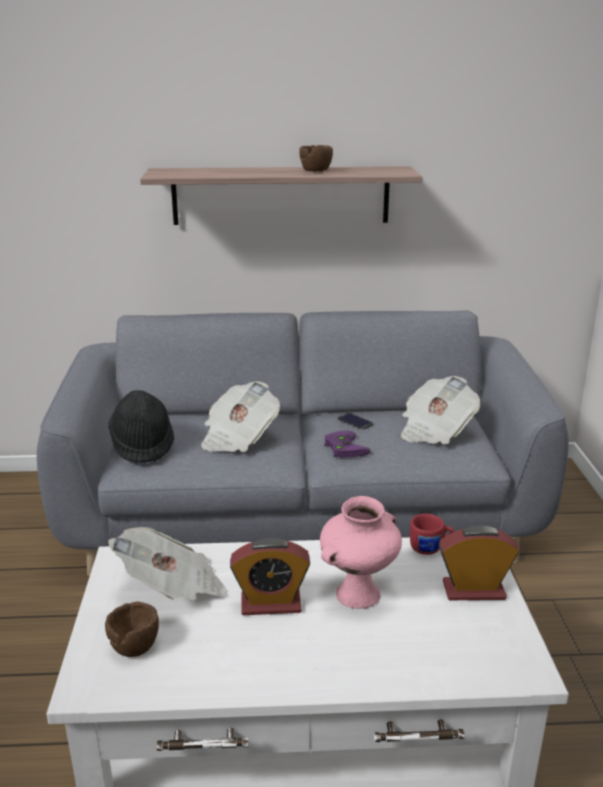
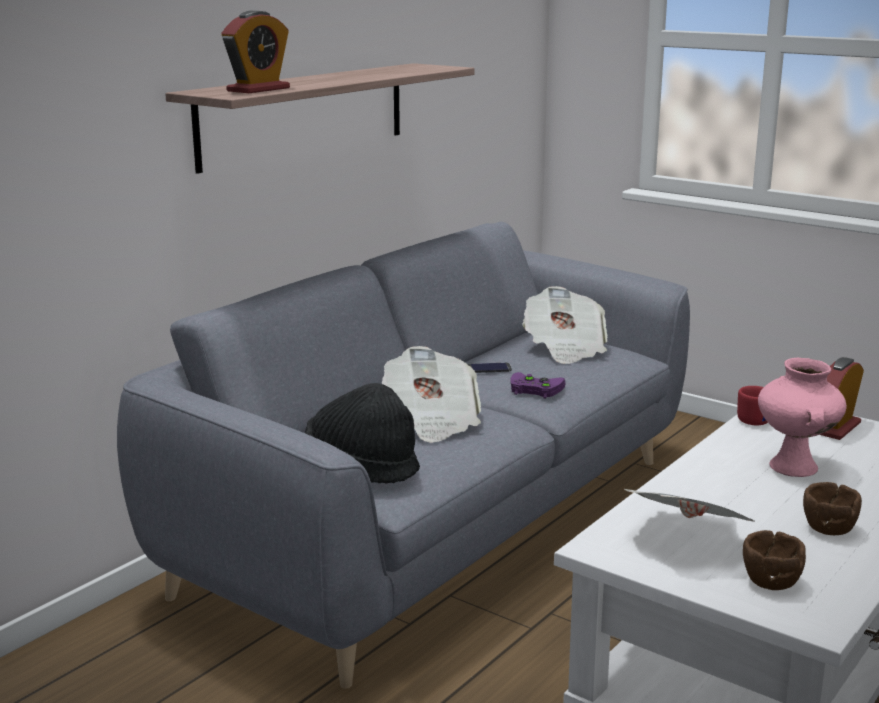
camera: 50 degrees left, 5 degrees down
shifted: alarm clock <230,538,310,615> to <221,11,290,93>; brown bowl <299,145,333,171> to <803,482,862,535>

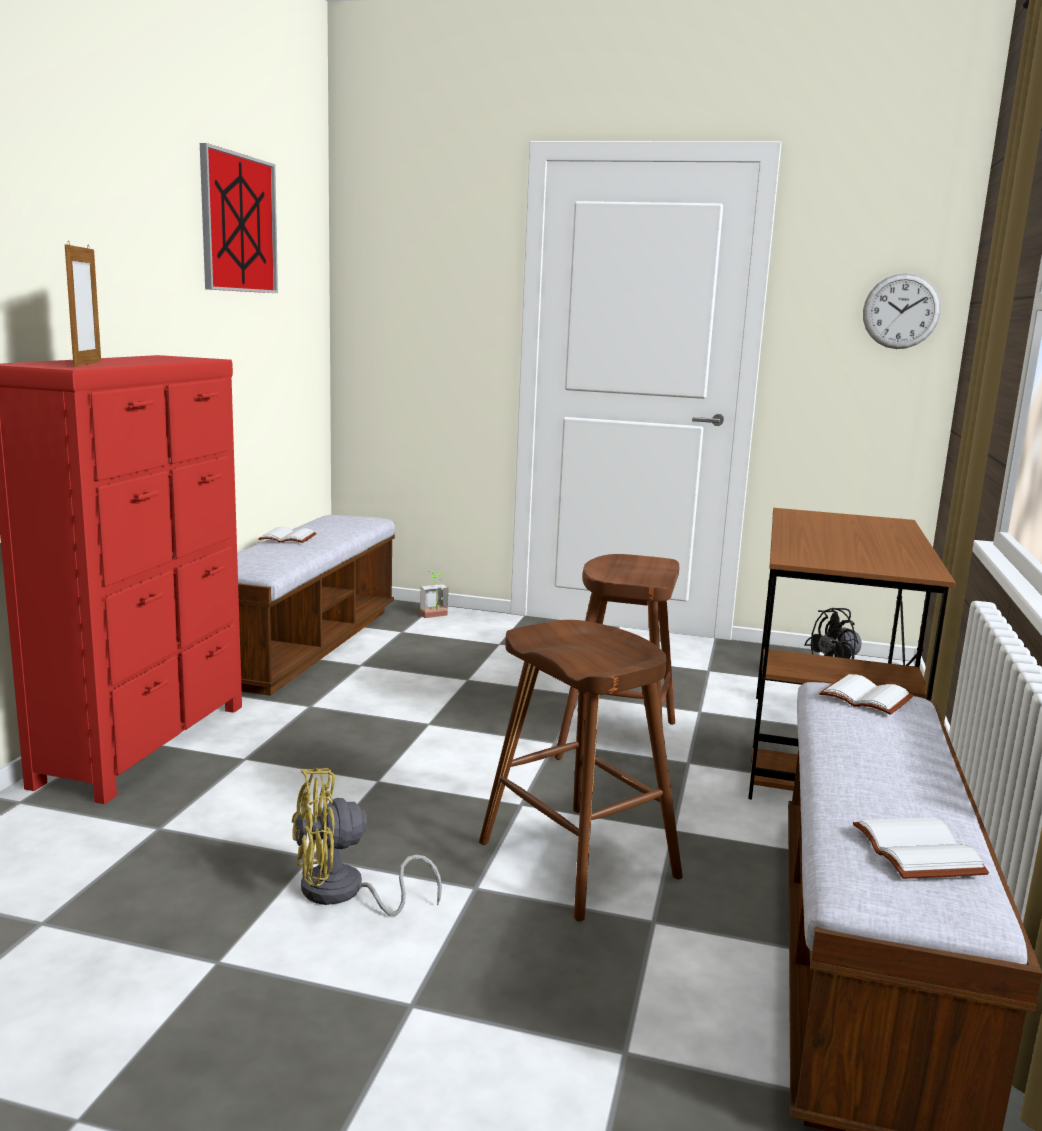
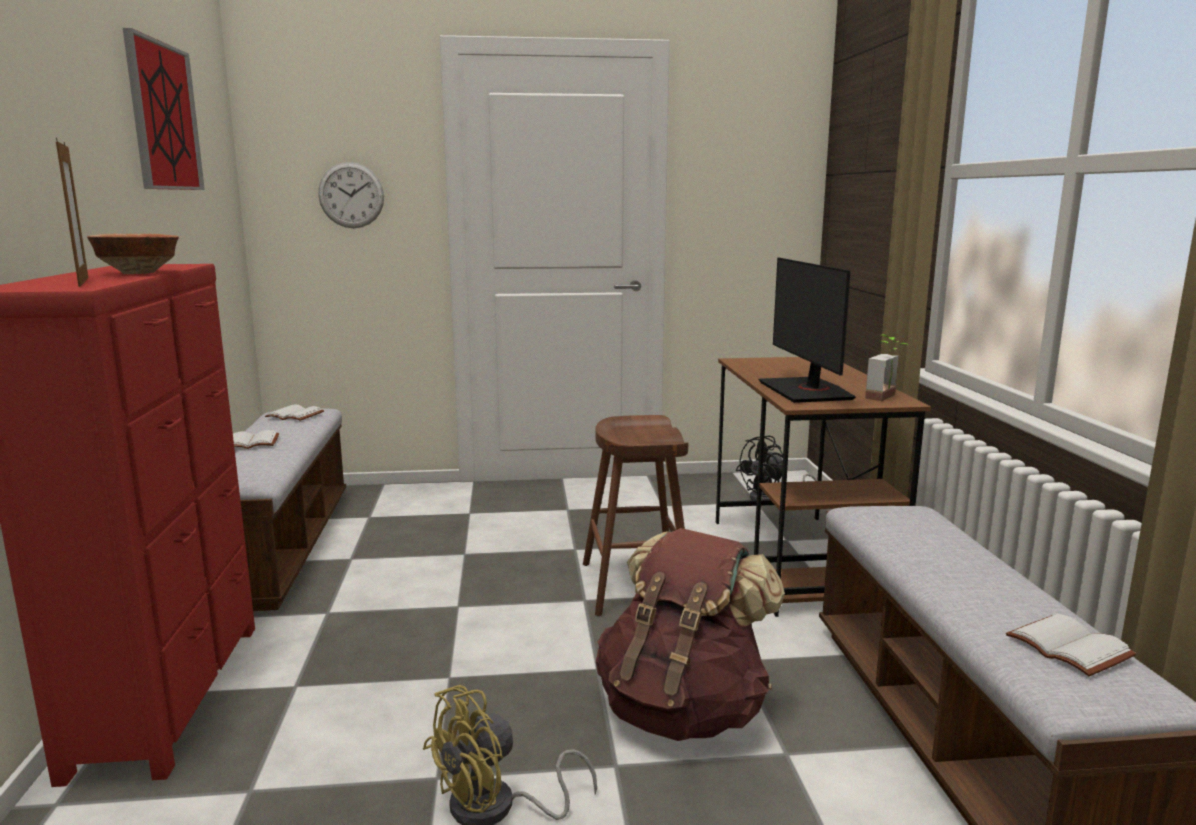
camera: 20 degrees left, 0 degrees up
new: bowl <87,234,179,274>; monitor <758,258,856,403>
shifted: potted plant <420,571,448,618> to <865,335,907,401>; white book <819,674,913,715> to <265,404,324,421>; wall clock <863,273,941,349> to <318,162,384,228>
swapped: brown stool <479,620,683,921> to brown backpack <596,528,785,741>

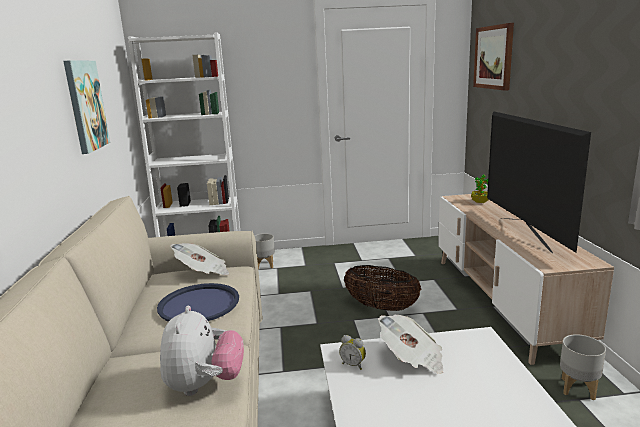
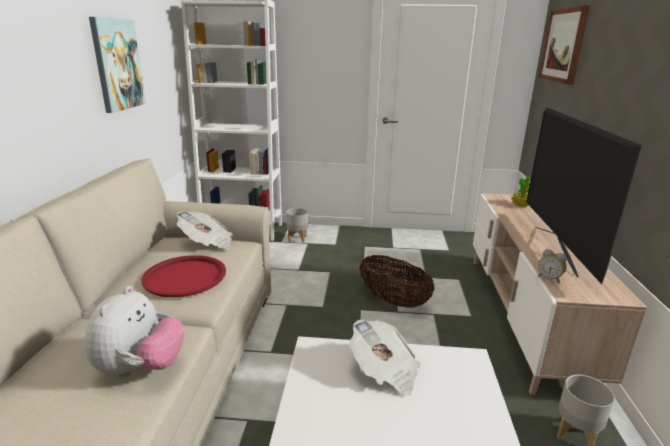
camera: 10 degrees right, 5 degrees up
shifted: alarm clock <339,335,366,370> to <538,249,567,284>
repainted: blue tray <157,283,239,322> to red tray <141,255,226,297>

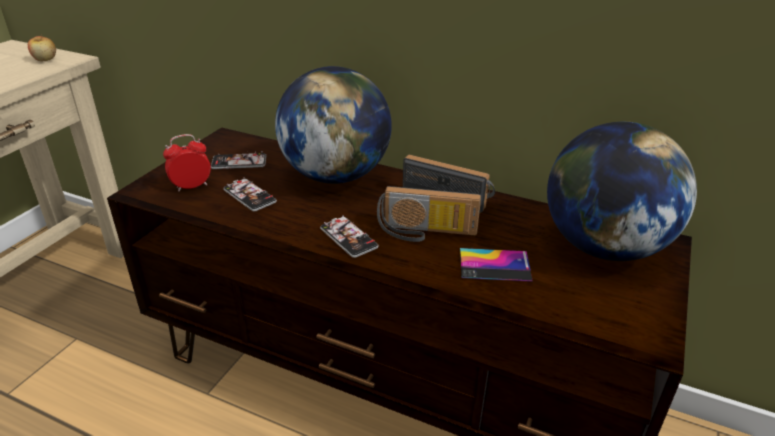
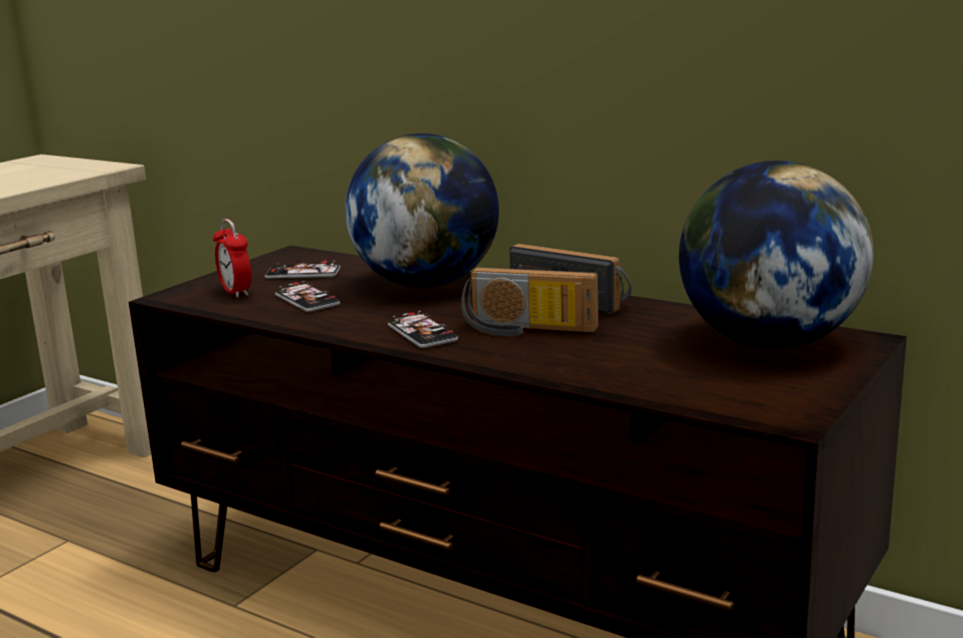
camera: 10 degrees right, 15 degrees down
gone: apple <28,34,56,61>; phone <460,248,533,282>
rotated: alarm clock <163,134,211,191> = <213,219,252,298> 105 degrees counterclockwise

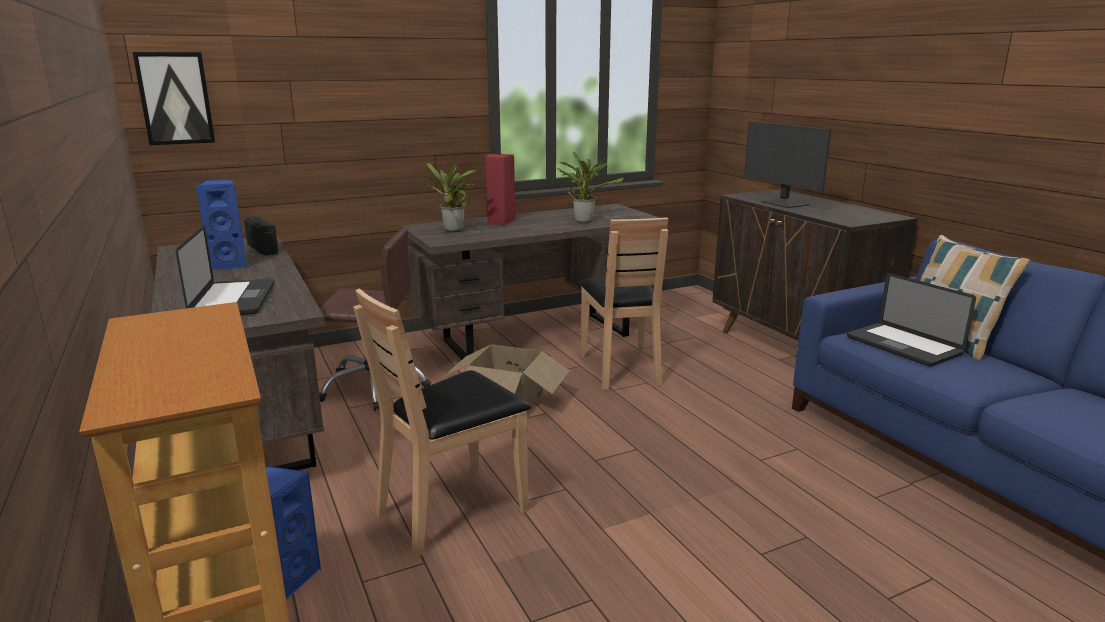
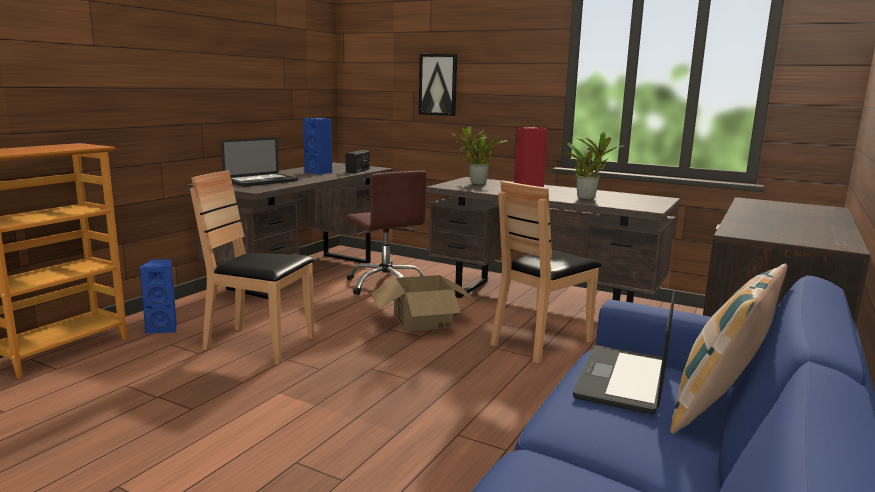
camera: 55 degrees right, 5 degrees down
gone: monitor <744,121,832,208>
shifted: picture <132,52,215,145> to <419,54,457,116>

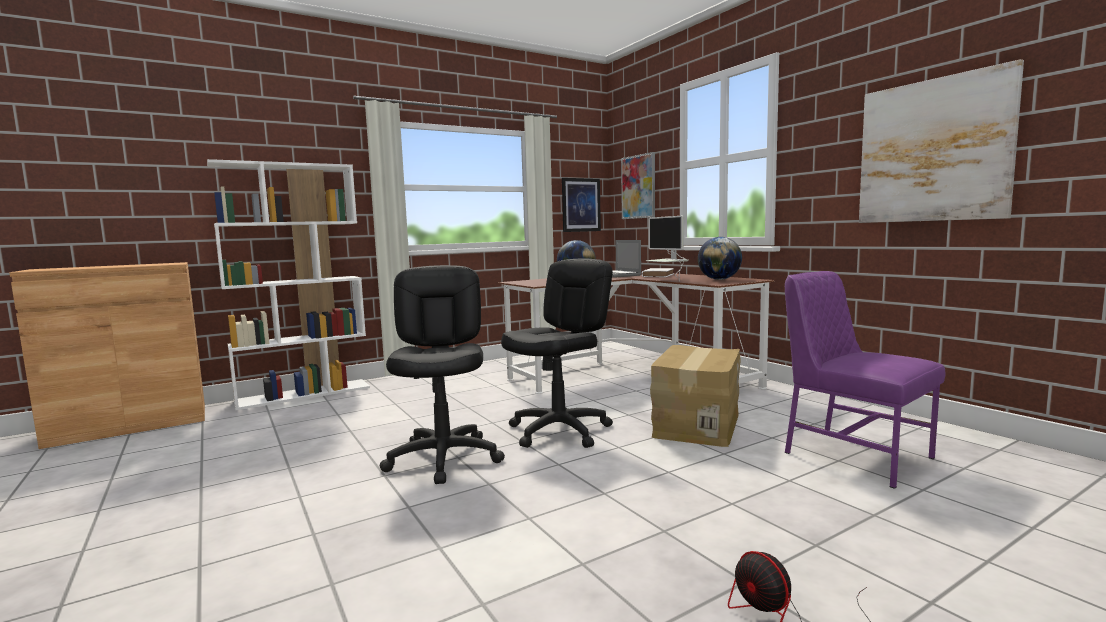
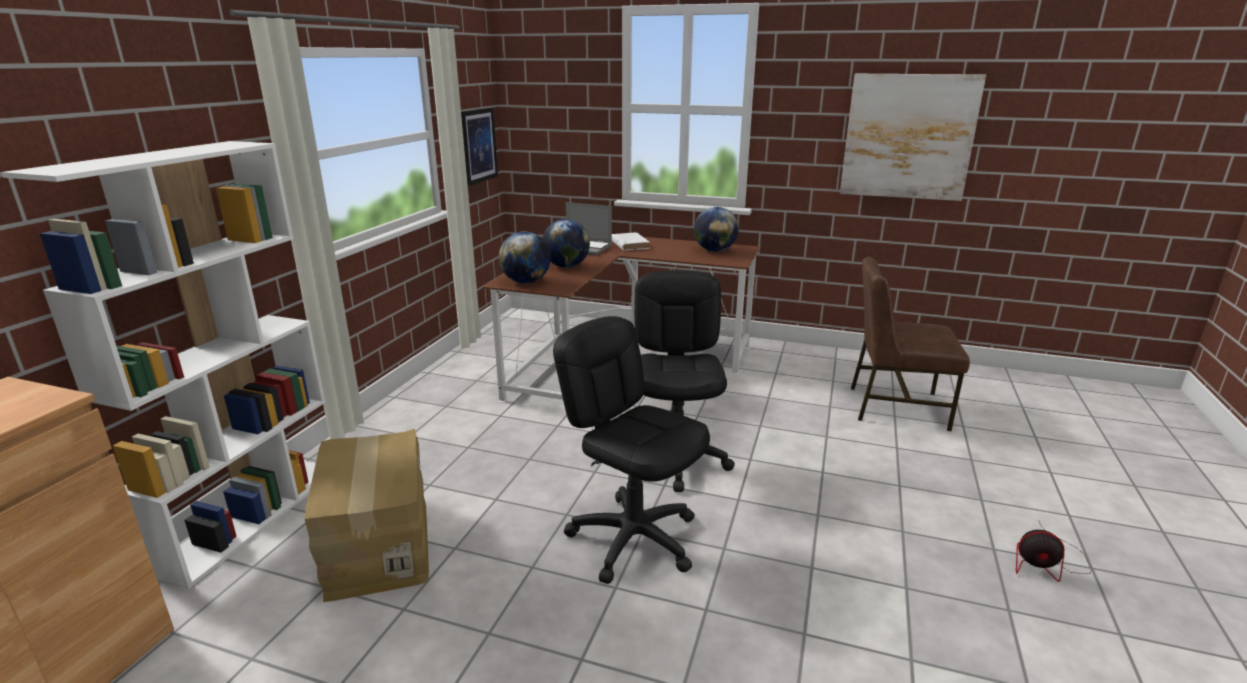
camera: 40 degrees left, 15 degrees up
gone: picture <621,152,655,219>; monitor <645,216,689,281>
new: globe <499,231,551,284>
shifted: cardboard box <650,345,740,447> to <305,429,429,602>
repainted: purple chair <785,271,945,489> to brown chair <851,257,970,431>

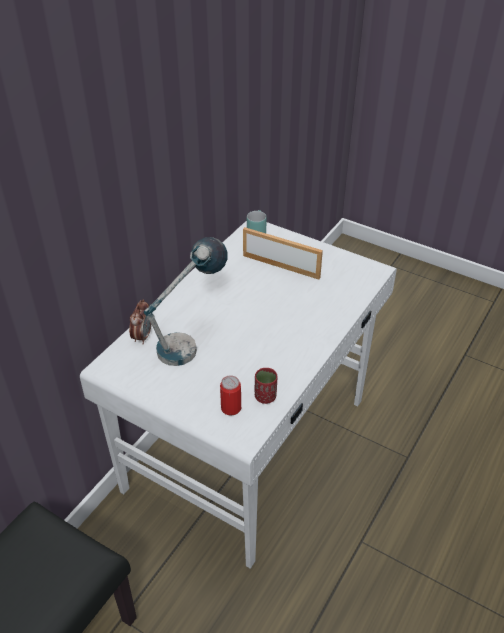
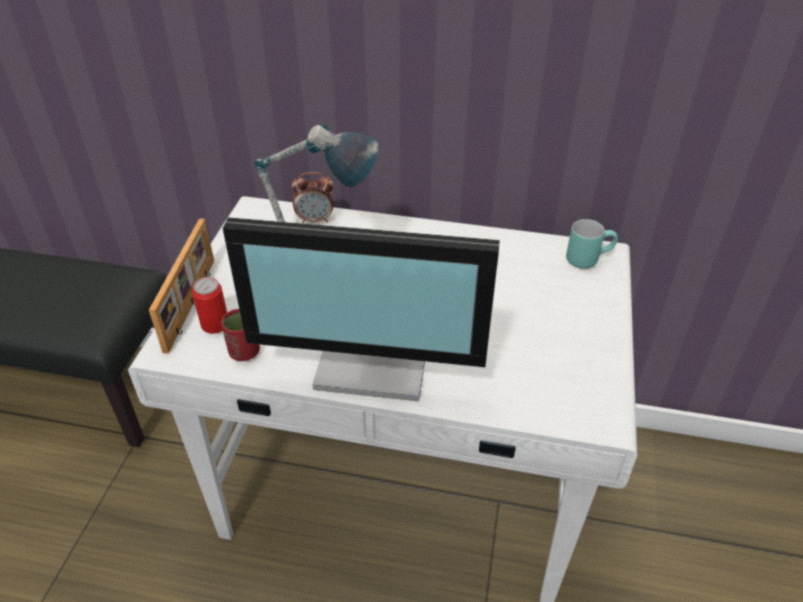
camera: 70 degrees right, 0 degrees up
new: monitor <223,217,500,401>
shifted: picture frame <243,227,323,280> to <149,218,214,354>

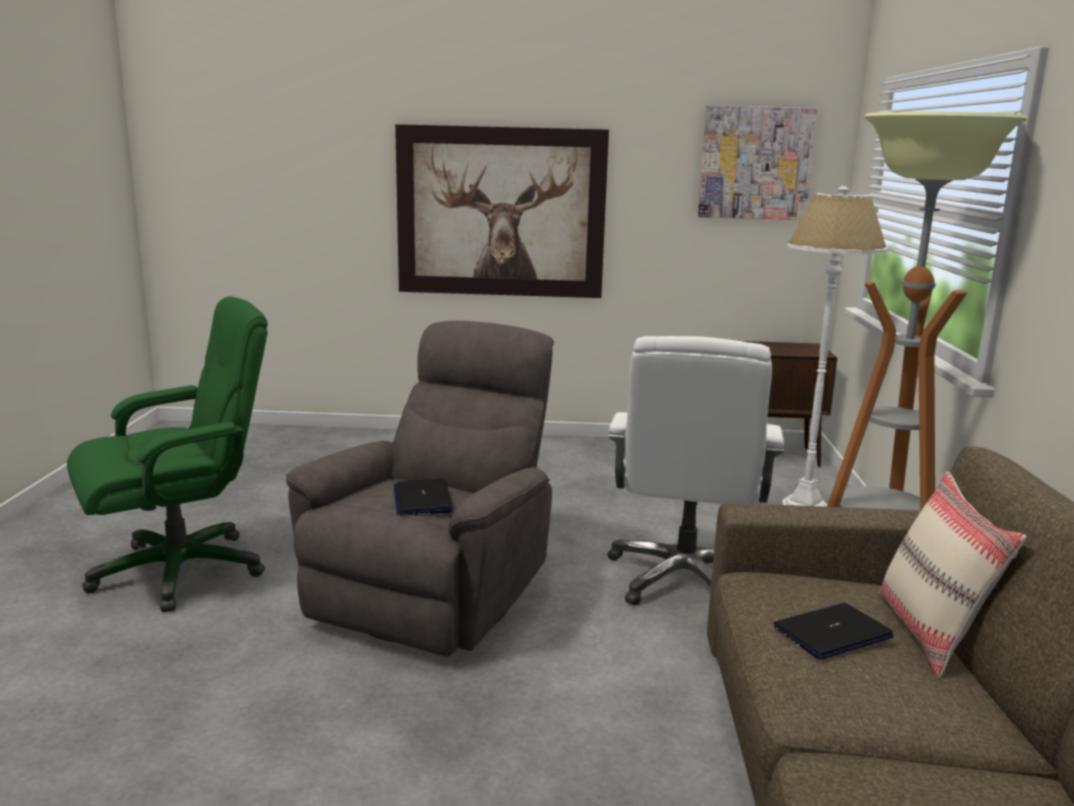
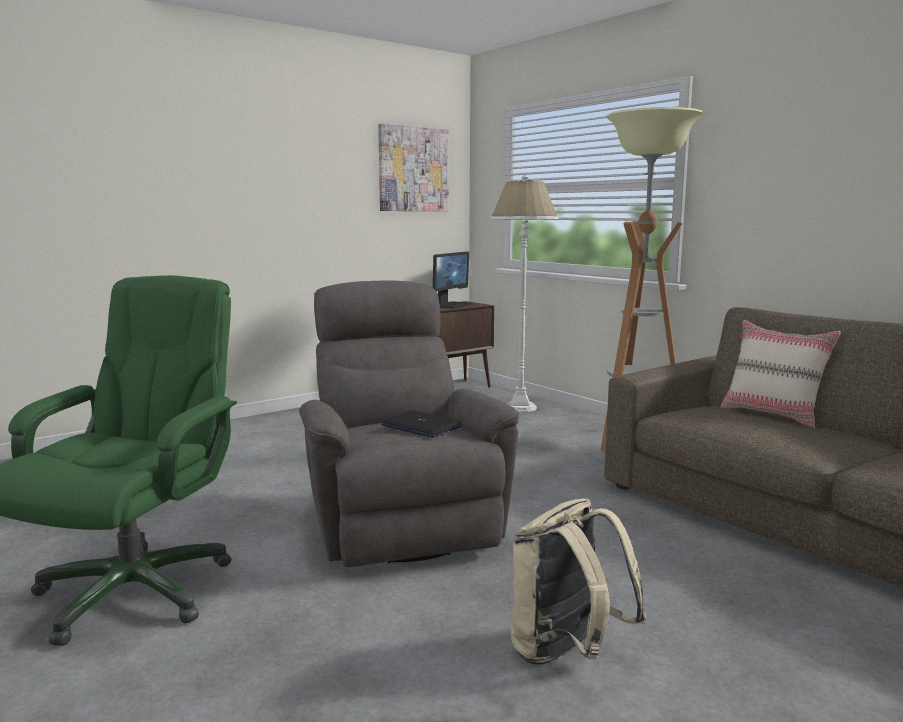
camera: 40 degrees left, 5 degrees down
gone: picture <395,124,609,298>; white office chair <608,336,784,605>; laptop <773,603,894,659>
new: monitor <433,252,473,309>; beige backpack <511,498,646,665>

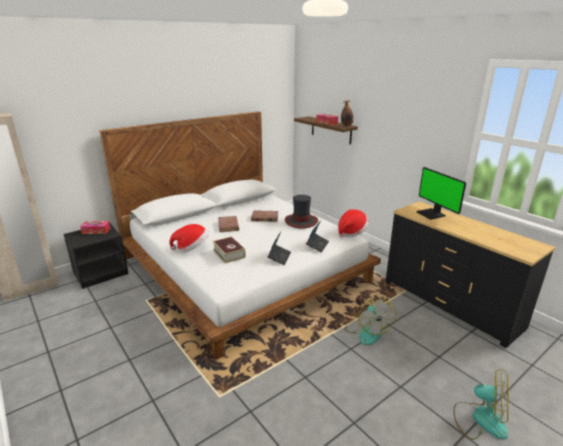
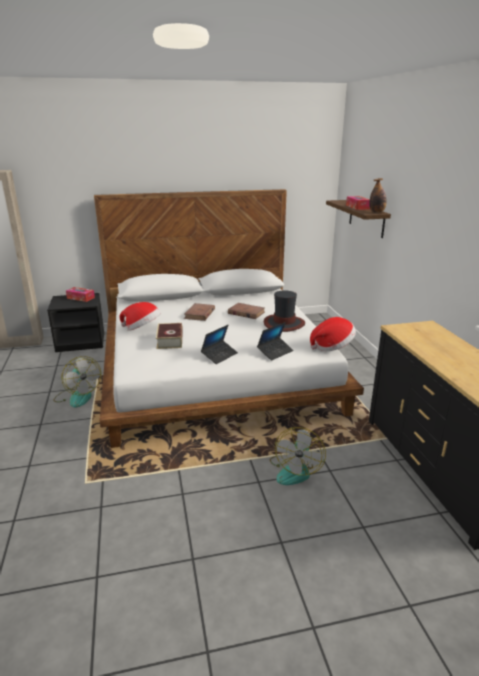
camera: 25 degrees right, 0 degrees up
gone: monitor <416,167,466,220>
shifted: fan <453,369,508,440> to <53,356,101,408>

